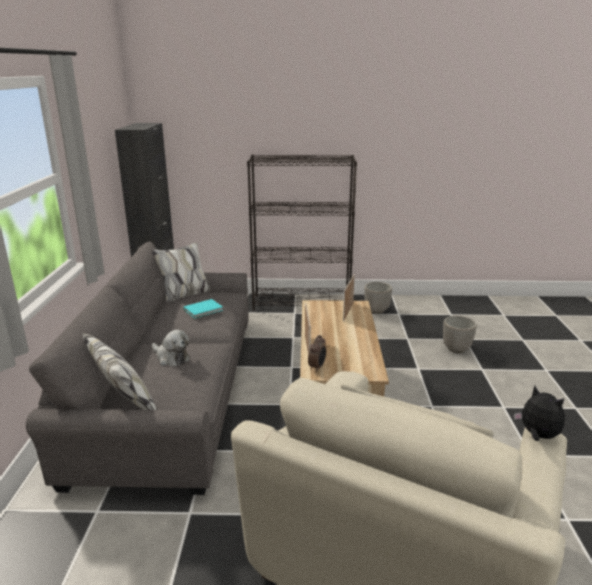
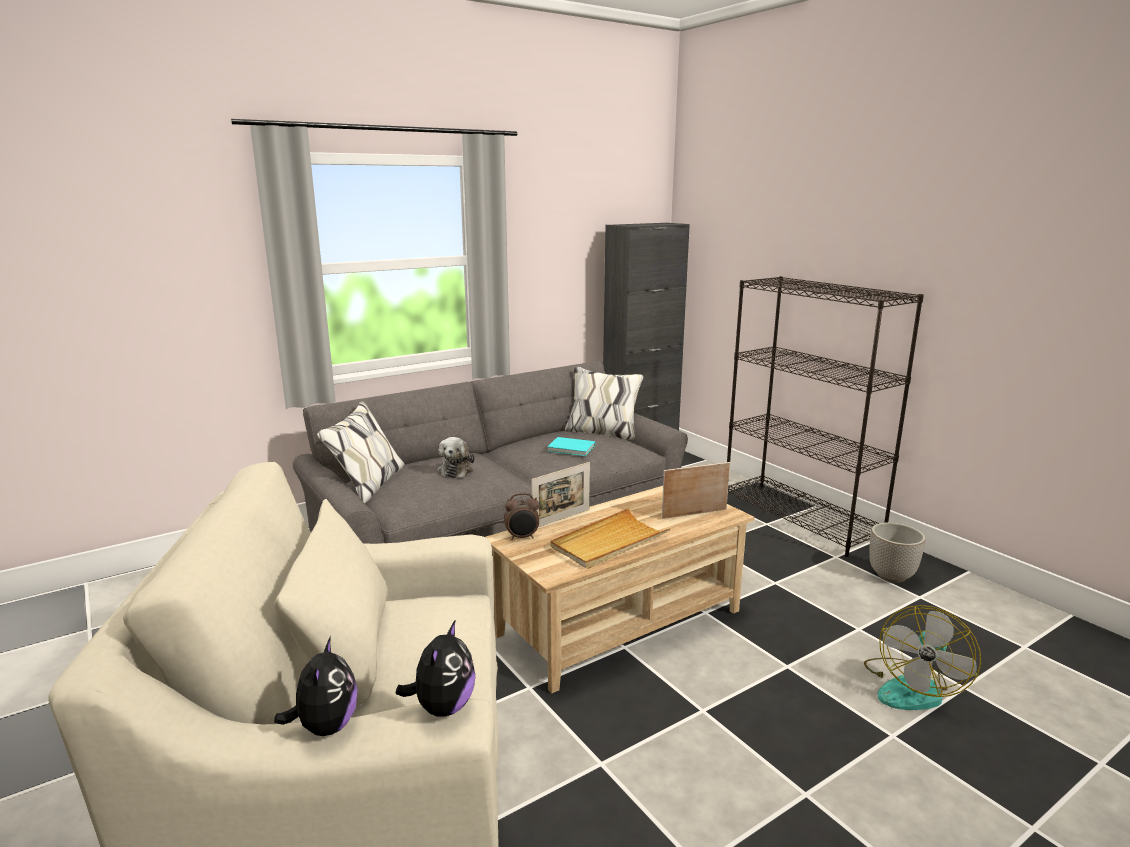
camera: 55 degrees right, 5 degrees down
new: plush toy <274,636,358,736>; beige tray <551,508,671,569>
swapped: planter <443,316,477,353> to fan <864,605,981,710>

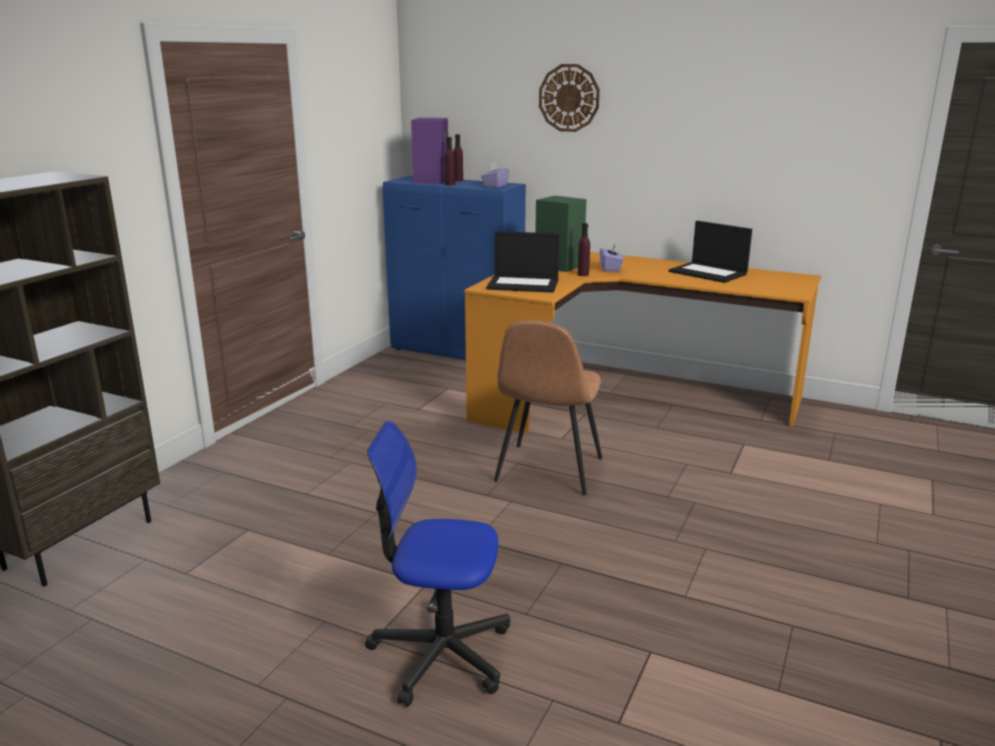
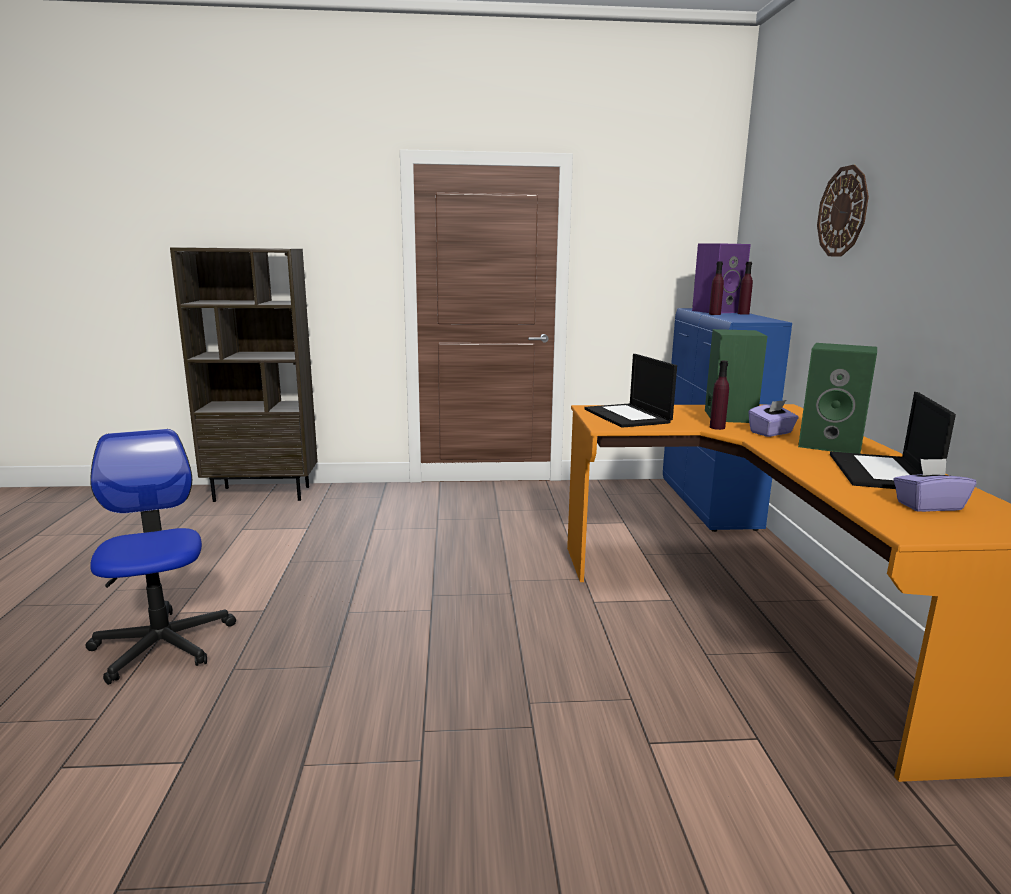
camera: 60 degrees right, 5 degrees down
gone: brown chair <494,320,602,495>
new: green speaker <798,343,877,454>
shifted: purple tissue box <481,162,509,188> to <893,459,976,512>

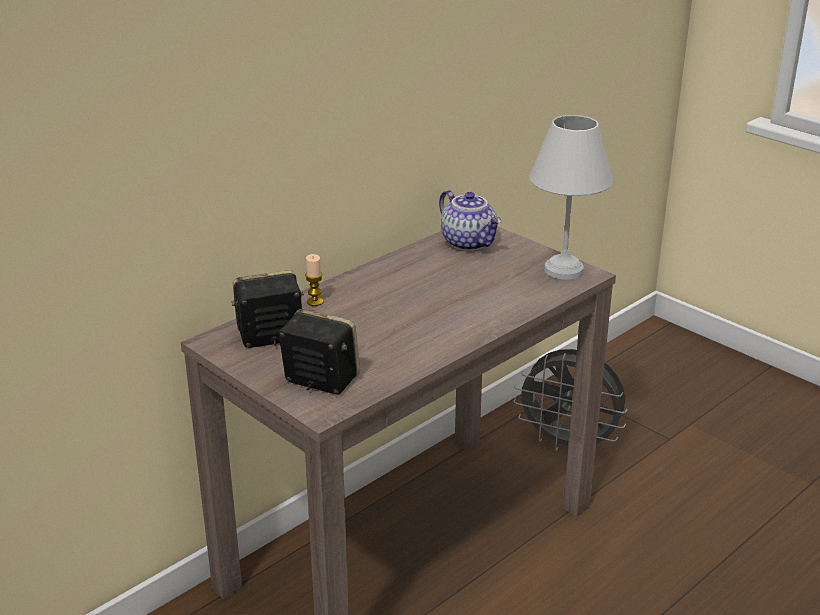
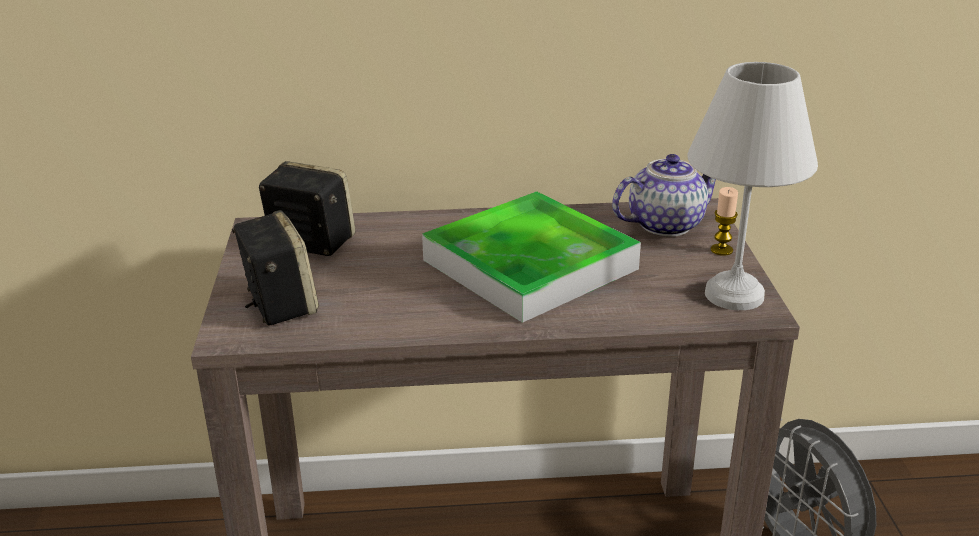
camera: 40 degrees right, 0 degrees up
new: tray <422,192,641,323>
shifted: candle <305,254,324,306> to <711,187,738,256>
rotated: teapot <439,190,501,251> = <612,154,716,237> 120 degrees counterclockwise

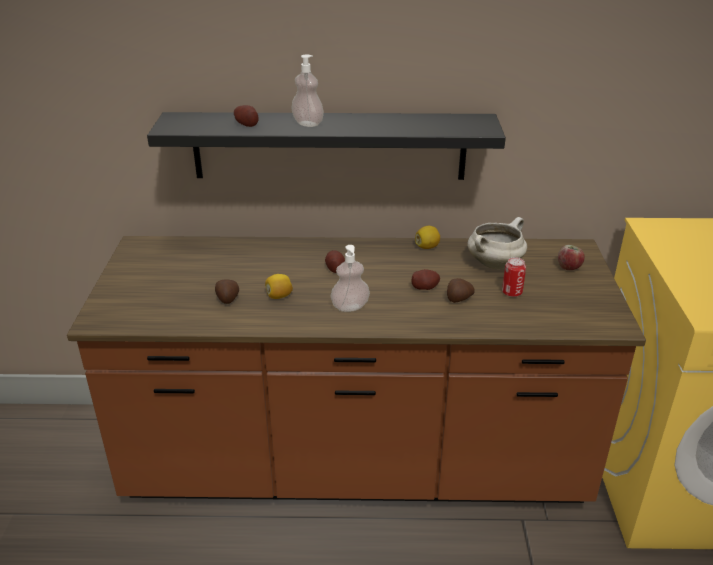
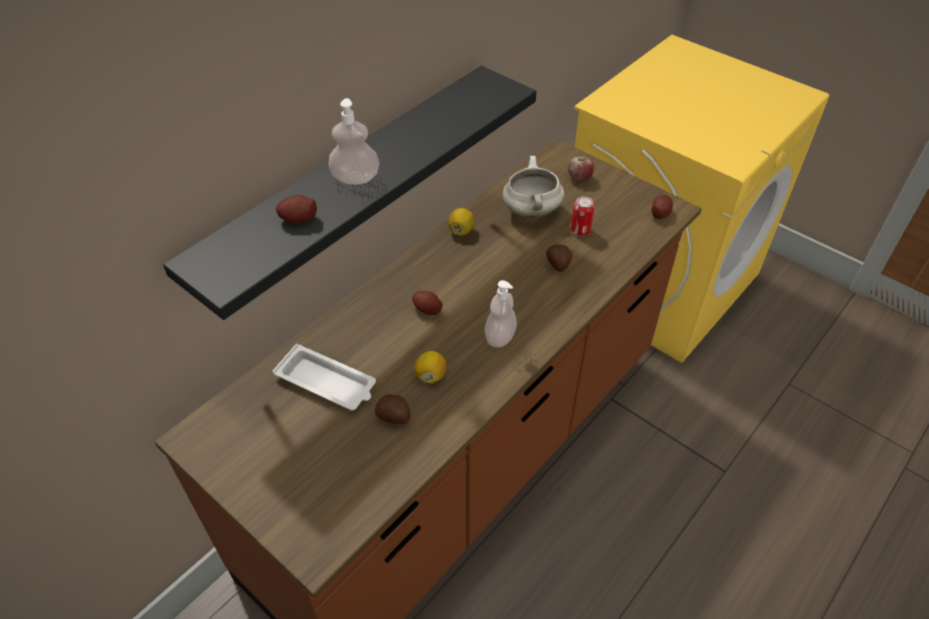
camera: 50 degrees left, 15 degrees up
new: white tray <273,344,376,410>
shifted: potato <411,269,440,290> to <651,195,673,219>

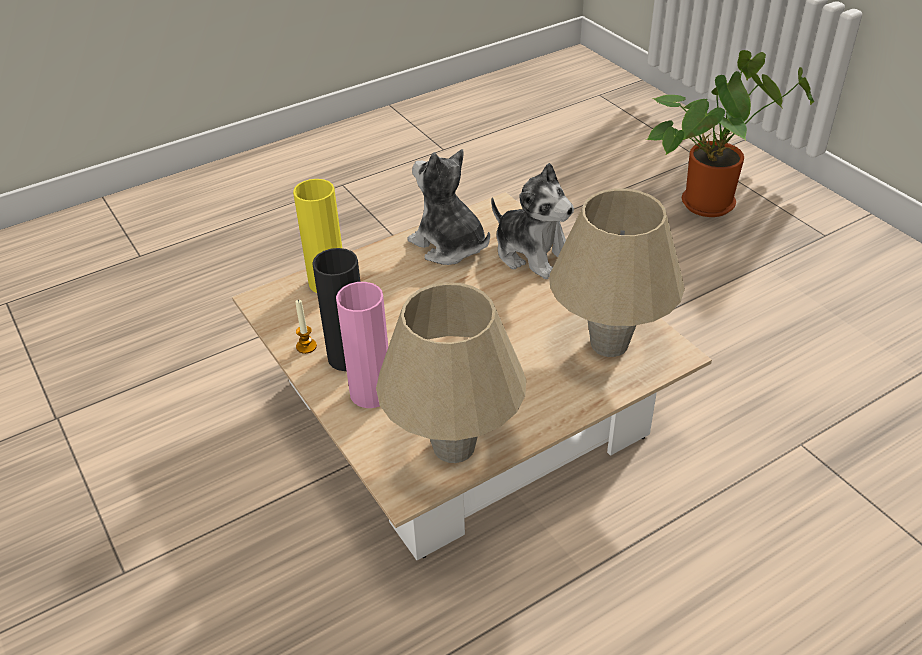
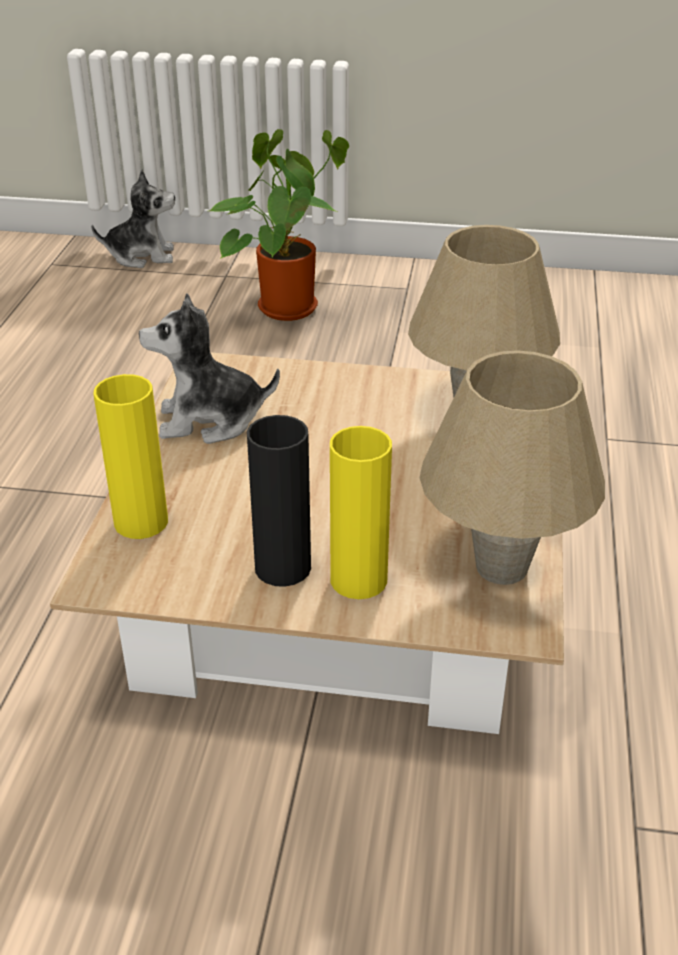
camera: 50 degrees left, 5 degrees down
gone: candle <295,300,317,354>
shifted: plush toy <491,163,574,279> to <91,169,175,268>
repainted: pink vase <336,282,388,408> to yellow vase <330,426,392,599>

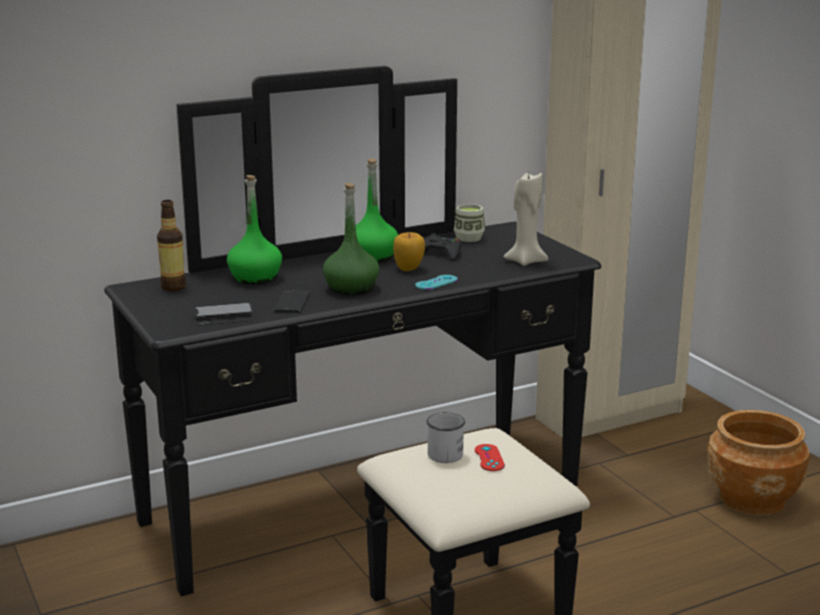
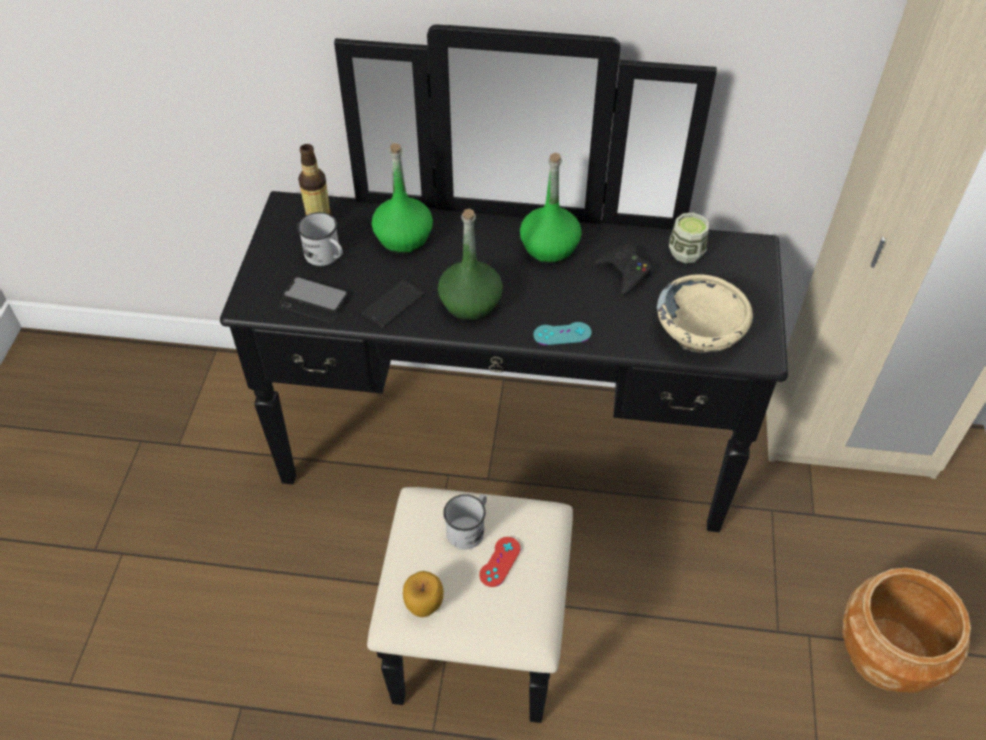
camera: 35 degrees right, 30 degrees up
new: white mug <297,212,343,266>
shifted: apple <393,232,425,271> to <403,571,444,617>
swapped: beige candle <504,173,548,266> to beige bowl <657,274,753,353>

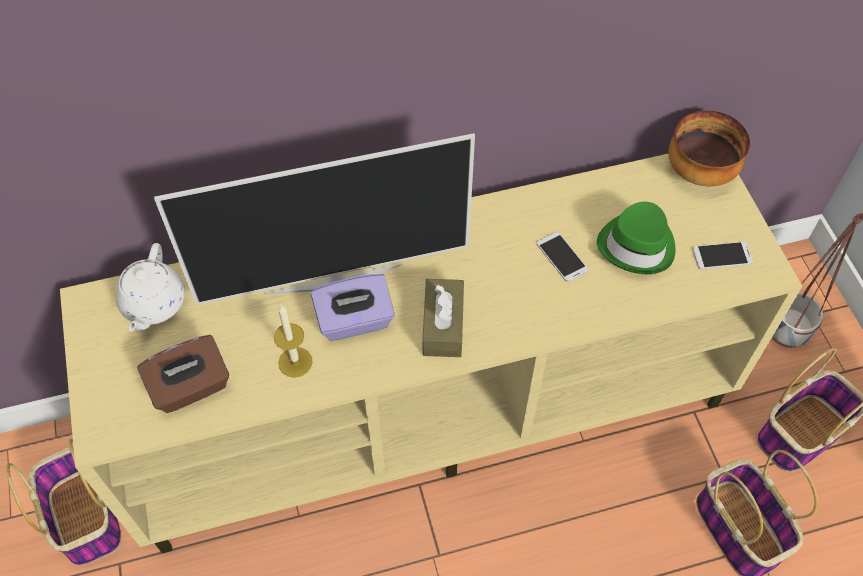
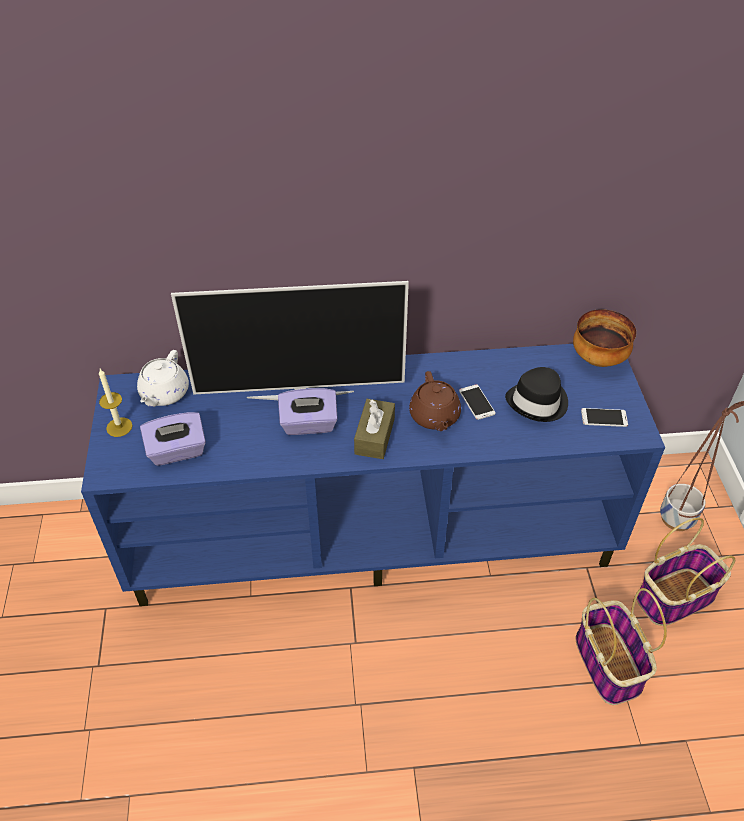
camera: 10 degrees right, 10 degrees down
gone: basket <6,439,122,566>
new: brown teapot <409,371,461,431>
shifted: candle <274,305,313,378> to <99,369,133,437>
repainted: beige tv stand <60,154,803,553> to blue tv stand <81,344,665,606>; brown tissue box <137,335,229,413> to purple tissue box <140,412,206,466>; green hat <597,202,676,274> to black hat <505,367,568,422>

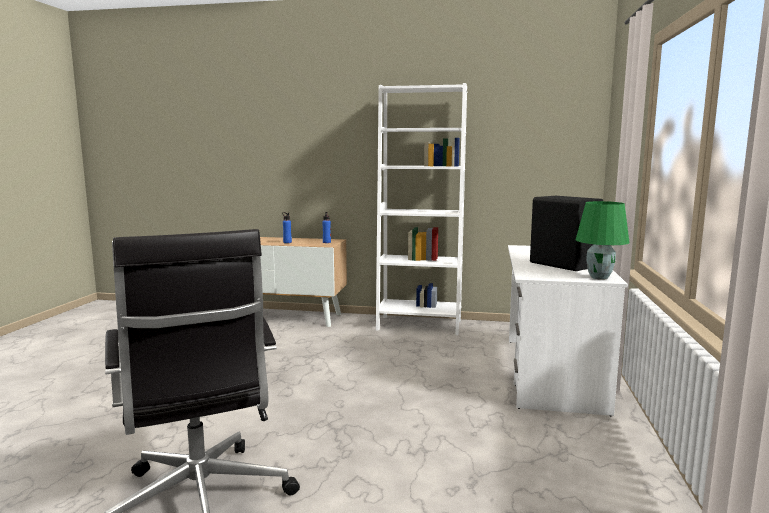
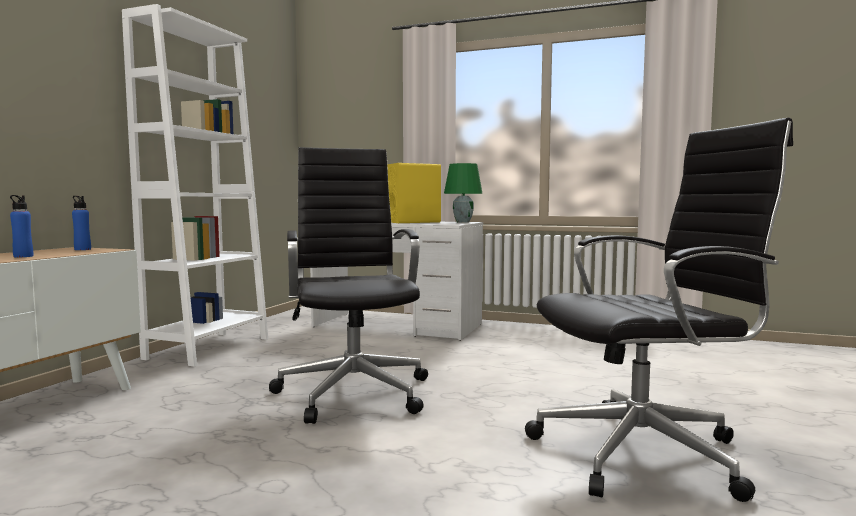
camera: 80 degrees left, 5 degrees down
new: black office chair <269,147,428,424>
repainted: black speaker <530,196,603,271> to yellow speaker <387,163,441,223>

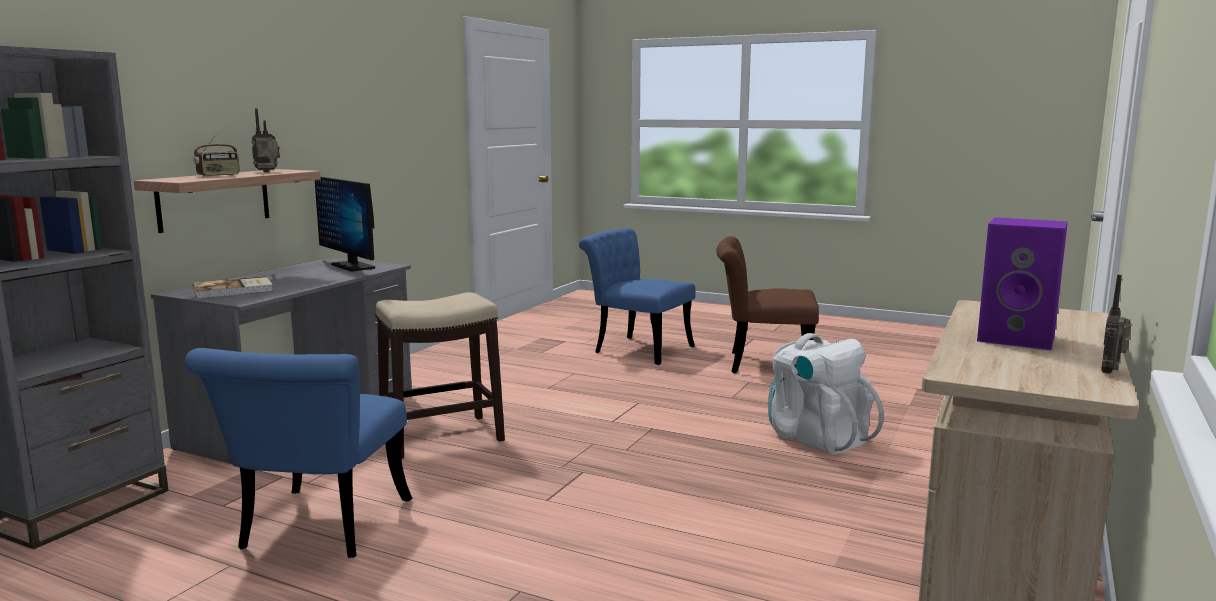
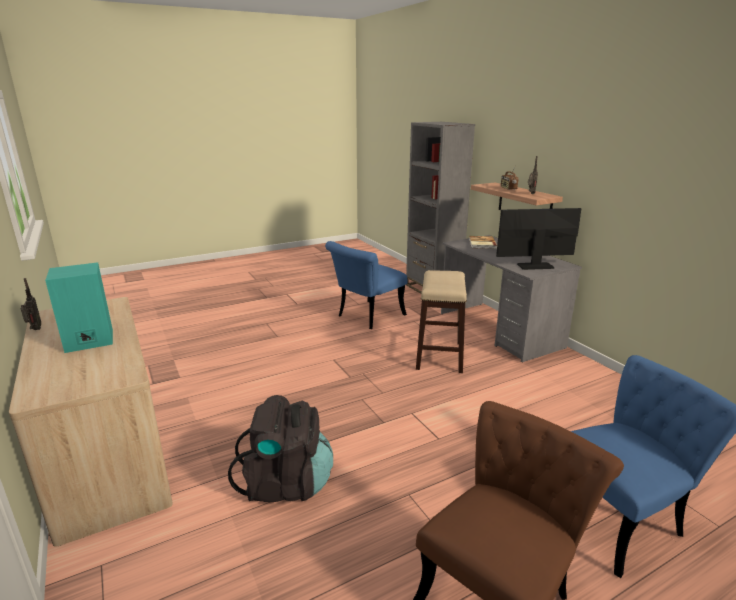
camera: 125 degrees right, 10 degrees up
repainted: white backpack <768,333,884,455> to black backpack <228,395,333,502>; purple speaker <977,217,1068,350> to turquoise speaker <45,262,113,353>
rotated: blue chair <185,348,413,558> = <325,241,407,329> 90 degrees counterclockwise

